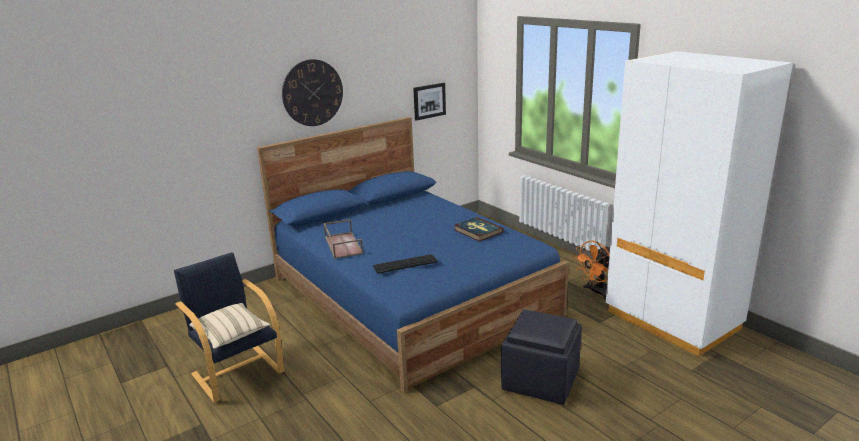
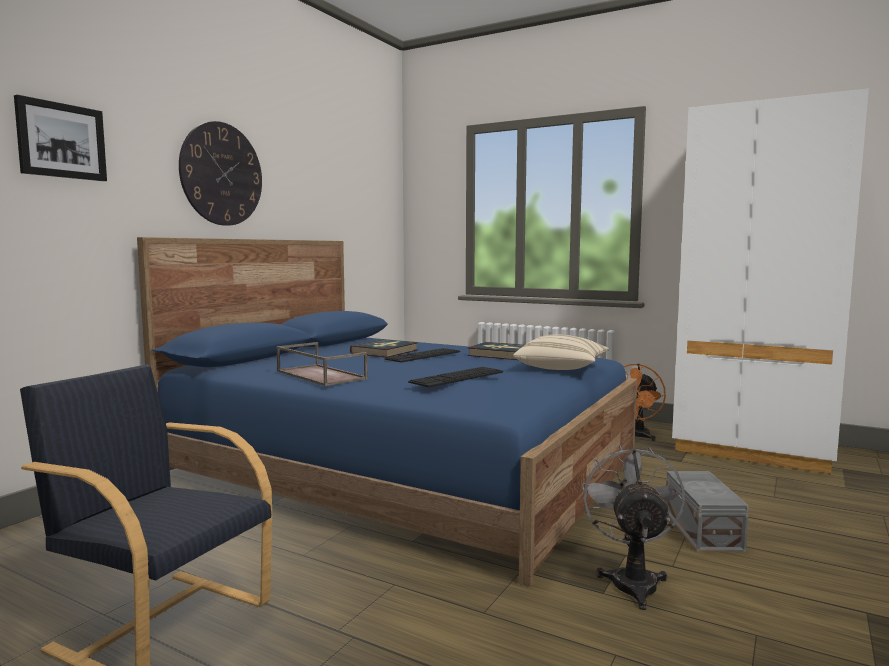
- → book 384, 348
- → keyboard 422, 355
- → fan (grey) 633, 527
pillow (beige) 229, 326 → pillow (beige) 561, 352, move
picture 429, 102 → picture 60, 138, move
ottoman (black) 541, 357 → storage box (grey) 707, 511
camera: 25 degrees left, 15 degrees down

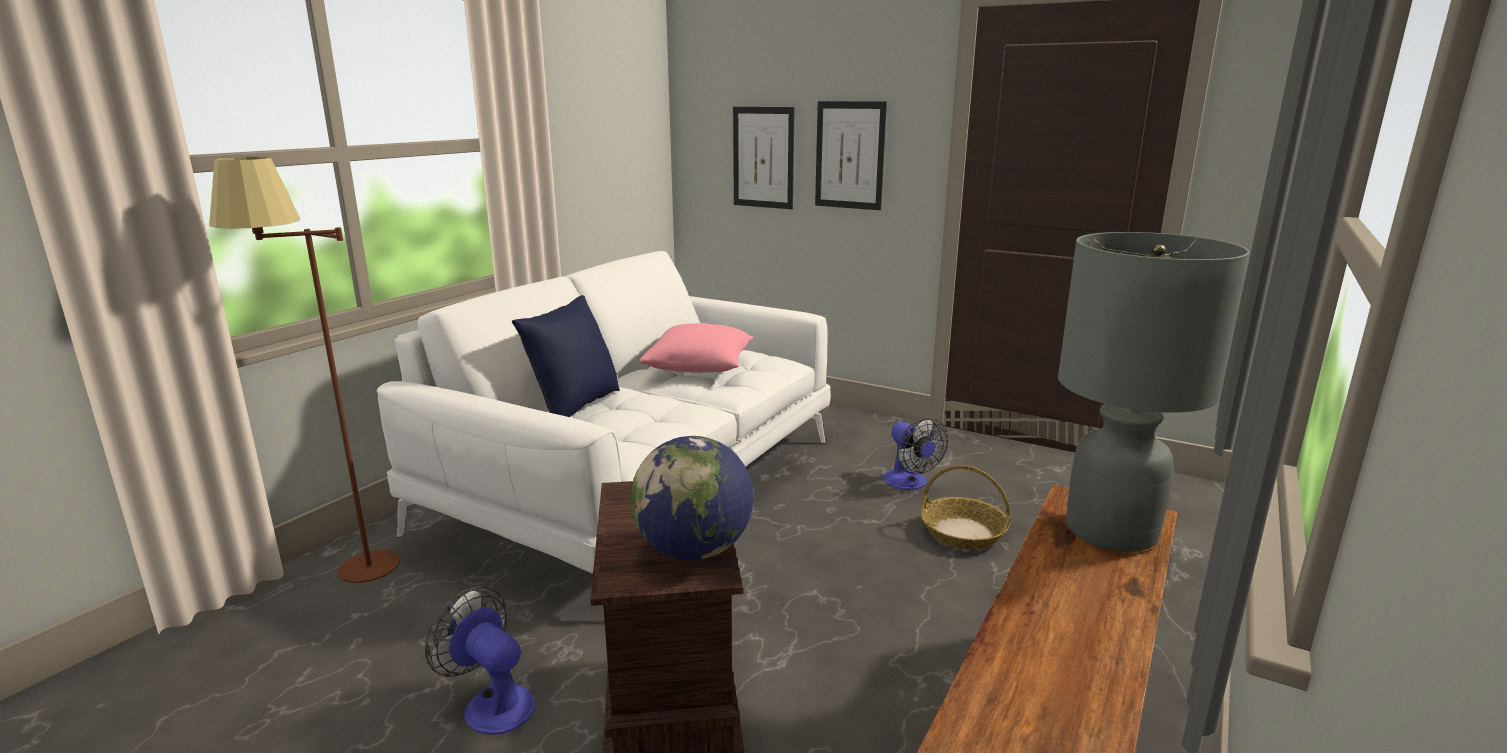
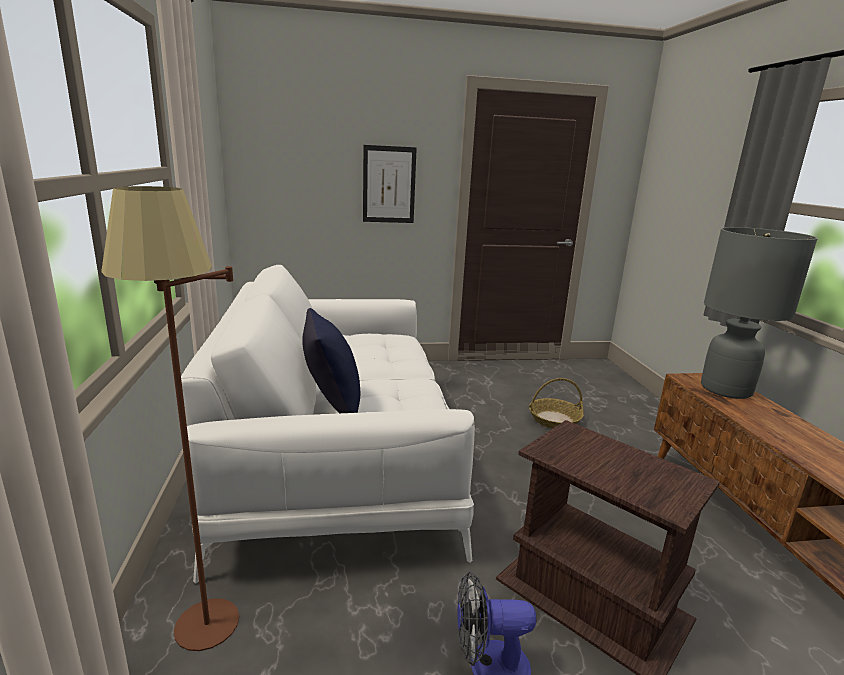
globe 691, 498 → -
pillow (pink) 696, 348 → -
picture 764, 158 → -
fan 916, 454 → -
camera: 40 degrees left, 0 degrees up

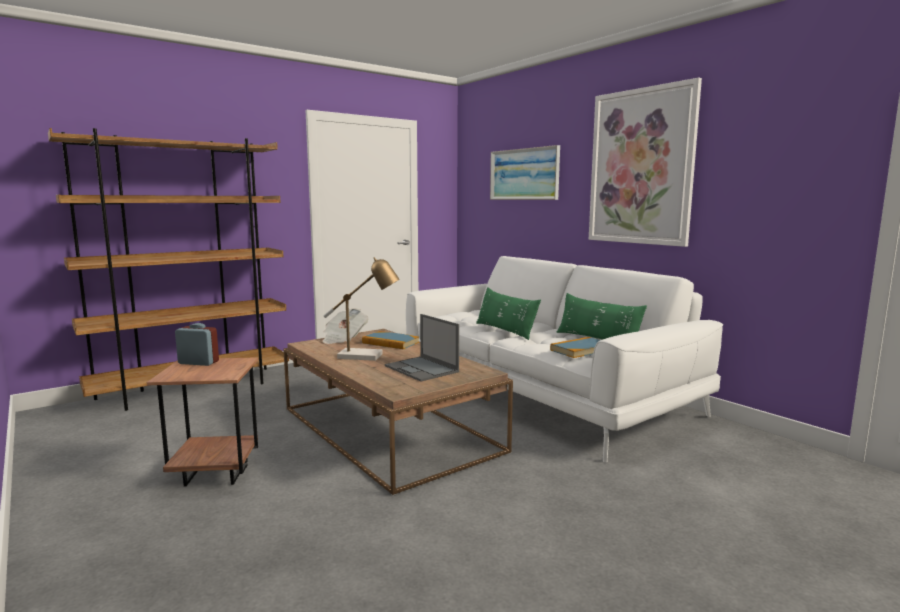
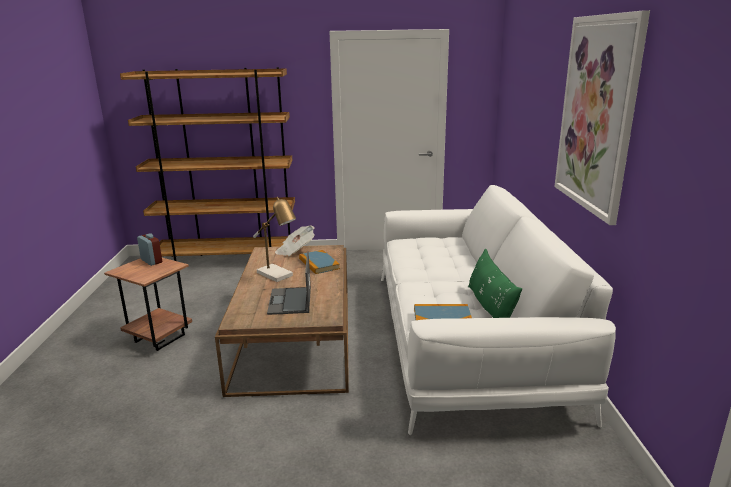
pillow (green) 508, 313 → -
picture 525, 172 → -
camera: 35 degrees right, 10 degrees up

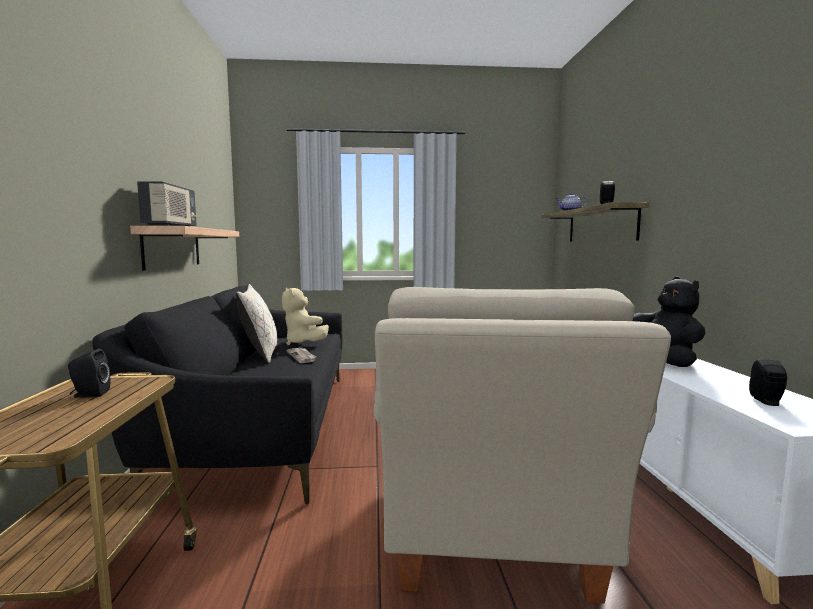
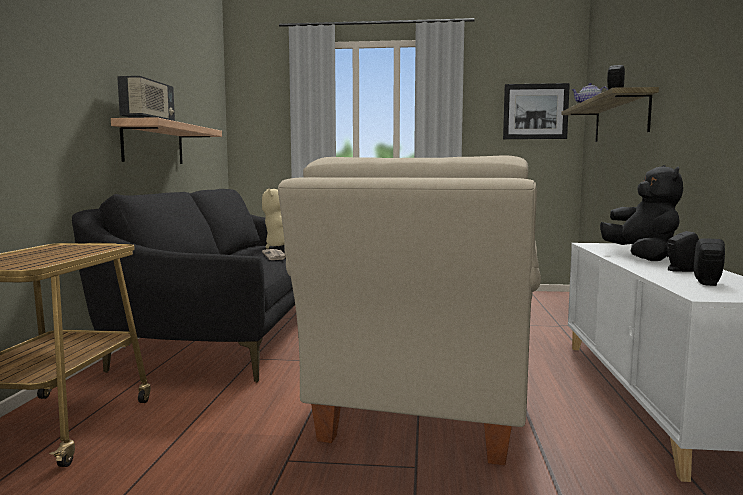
pillow (beige) 256, 323 → -
- → picture 536, 111
speaker (black) 89, 373 → speaker (black) 683, 251, move
camera: 10 degrees right, 0 degrees up

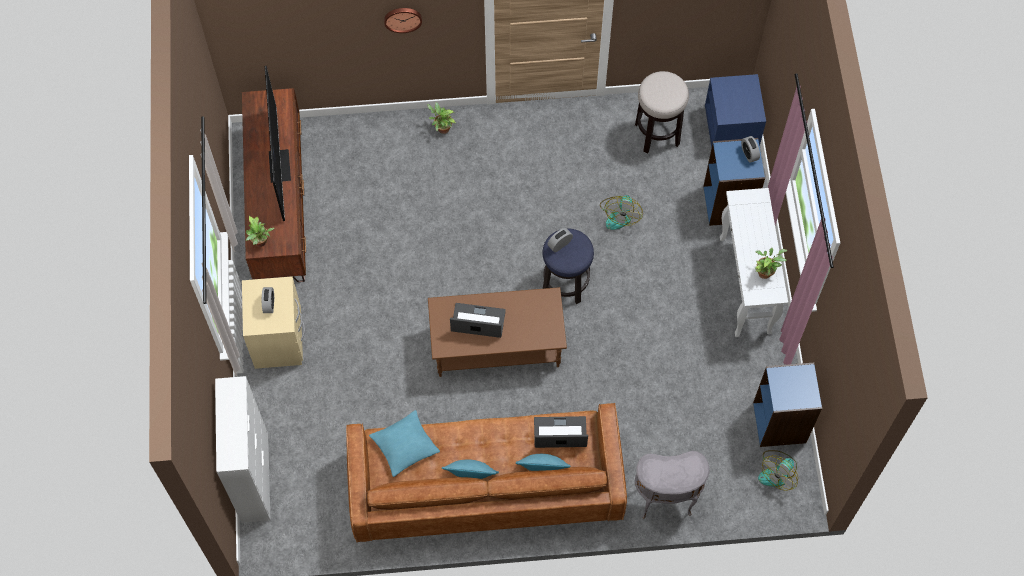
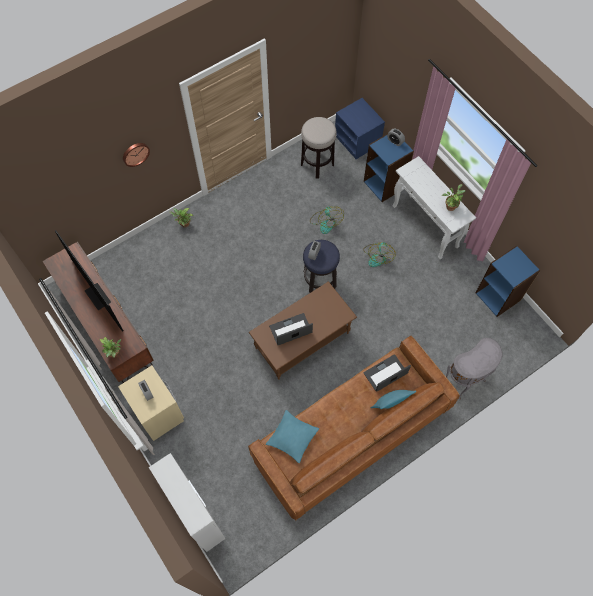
pillow (turquoise) 470, 469 → -
fan 778, 470 → fan 379, 254, move
camera: 30 degrees left, 0 degrees up

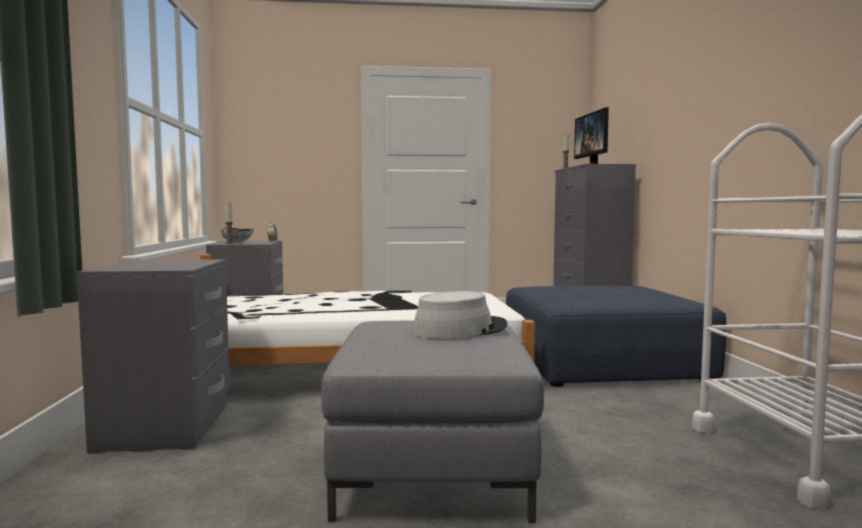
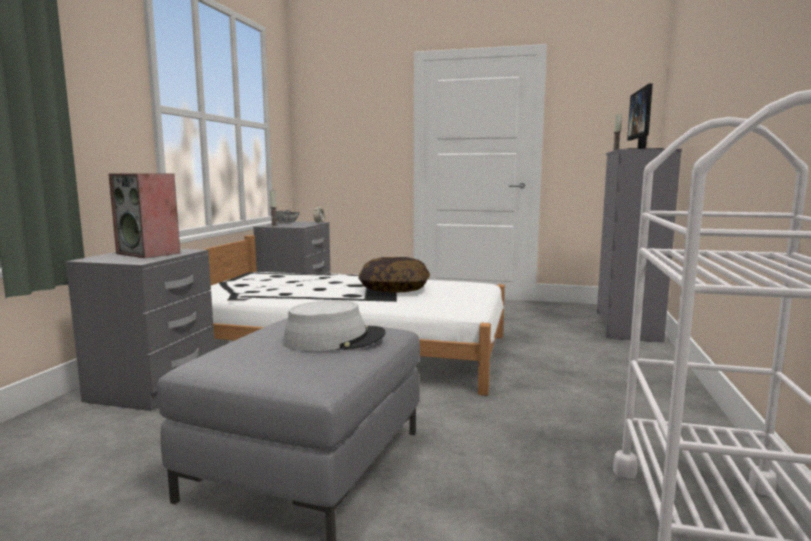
ottoman (blue) 616, 336 → -
- → speaker 144, 215
- → pillow 394, 275
camera: 20 degrees right, 5 degrees up

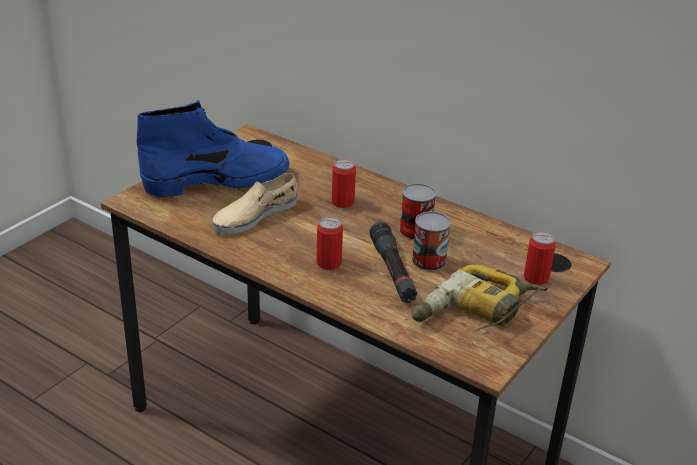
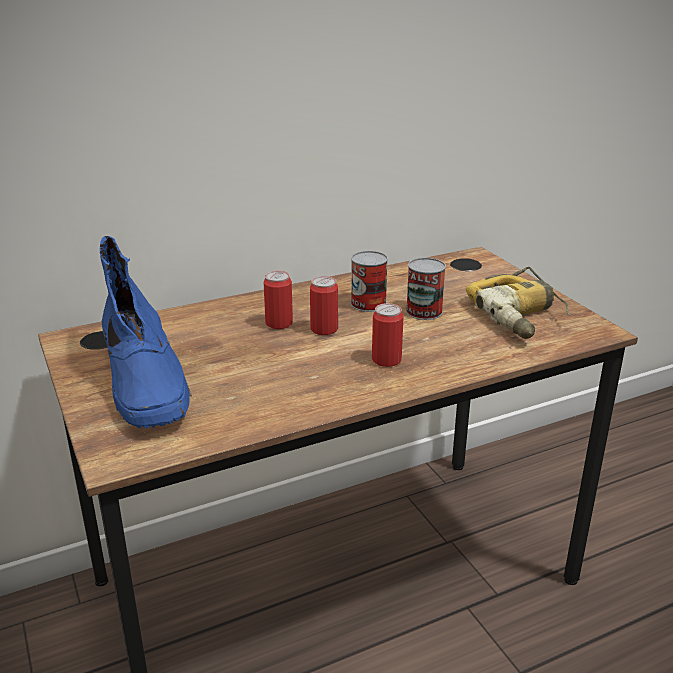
shoe (beige) 254, 203 → -
flashlight (black) 393, 262 → -
can 540, 258 → can 324, 305, move
boot (blue) 213, 148 → boot (blue) 146, 332, 150 degrees clockwise
camera: 60 degrees left, 5 degrees down

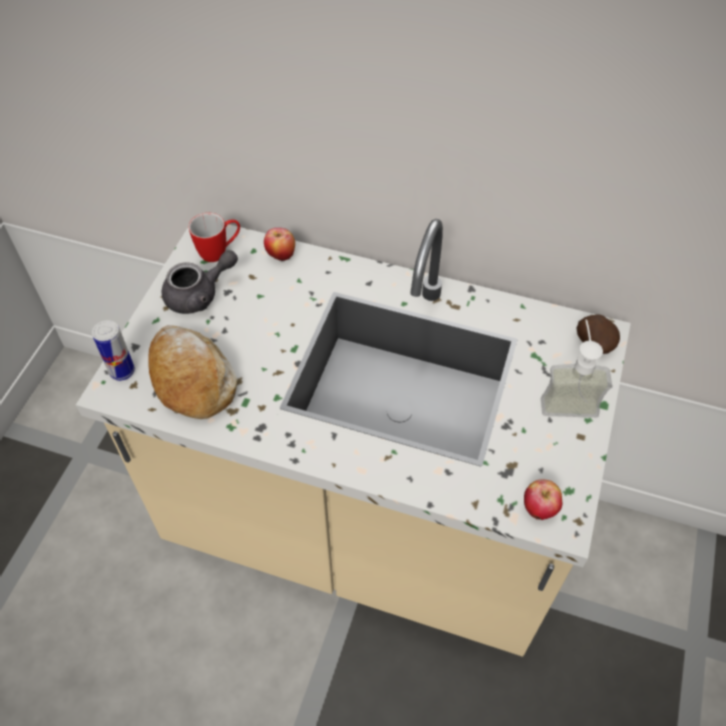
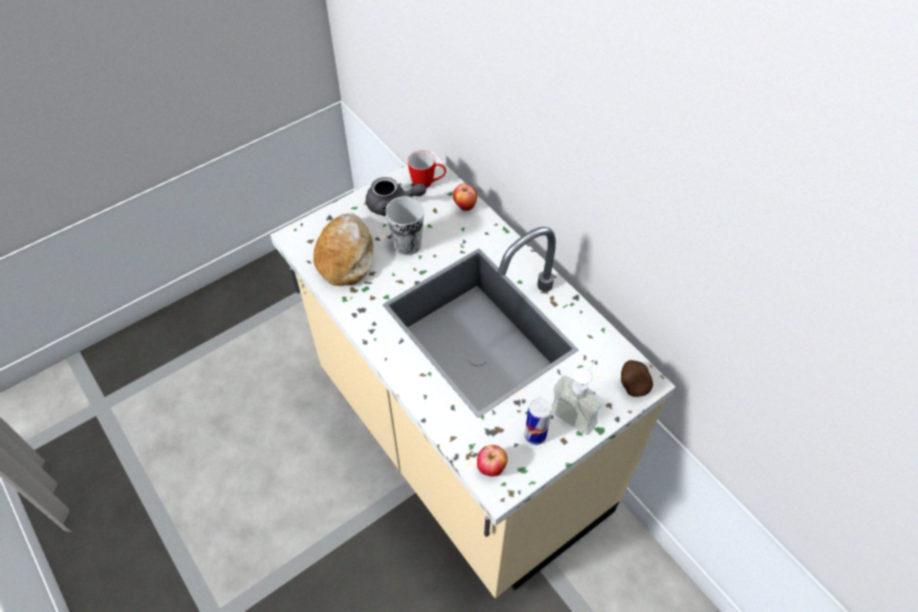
- → cup 404, 225
can 113, 350 → can 538, 421, move
camera: 35 degrees right, 0 degrees up

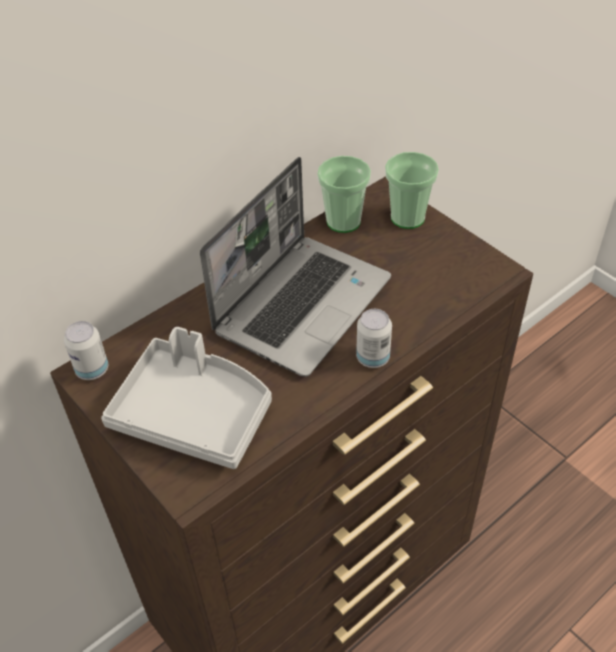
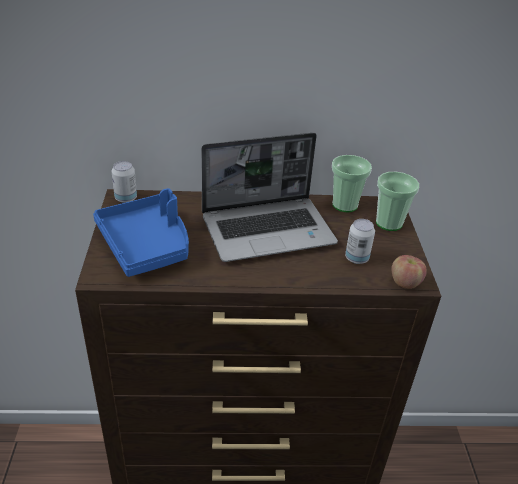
- → apple 409, 272
can 374, 338 → can 360, 241, move
tray (grey) 186, 398 → tray (blue) 141, 232
camera: 35 degrees right, 10 degrees down

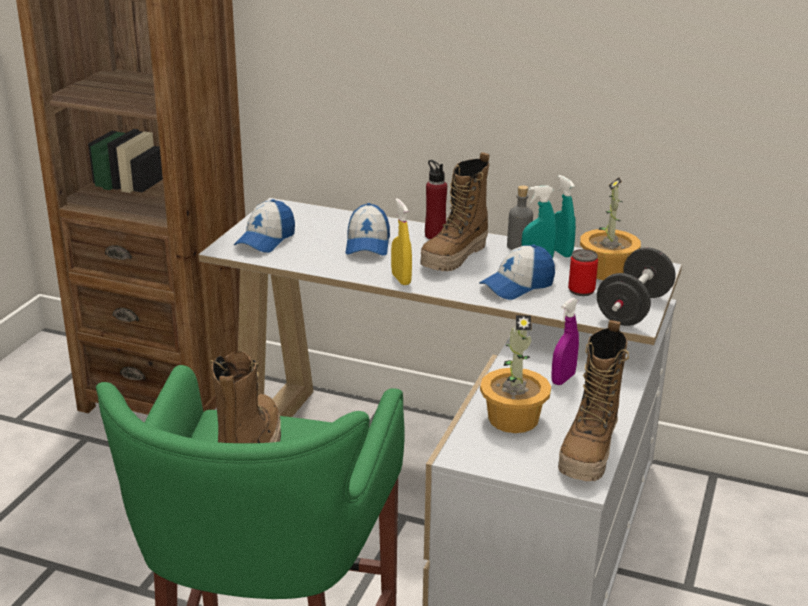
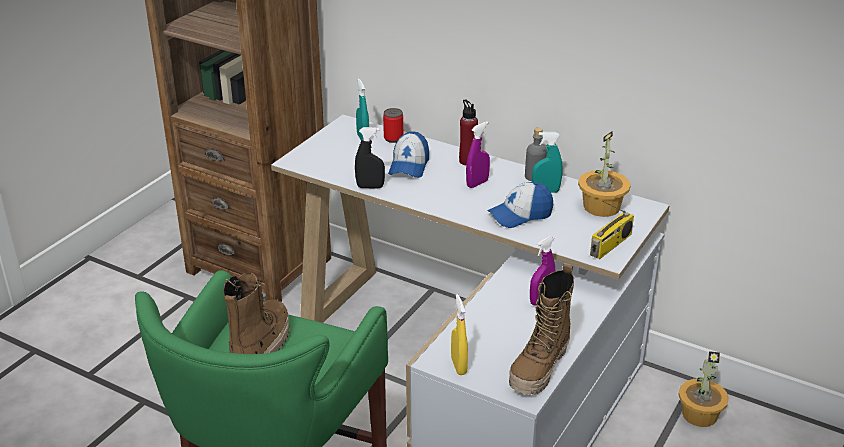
cap 264, 226 → -
- → spray bottle (black) 370, 158
spray bottle (yellow) 401, 241 → spray bottle (yellow) 459, 334, move
potted plant 515, 374 → potted plant 703, 389, move
spray bottle (turquoise) 565, 216 → spray bottle (turquoise) 362, 109, move
can 583, 272 → can 393, 125, move
boot 455, 212 → spray bottle (purple) 478, 154
dumbbell (black) 636, 286 → radio 612, 229
camera: 10 degrees right, 5 degrees up

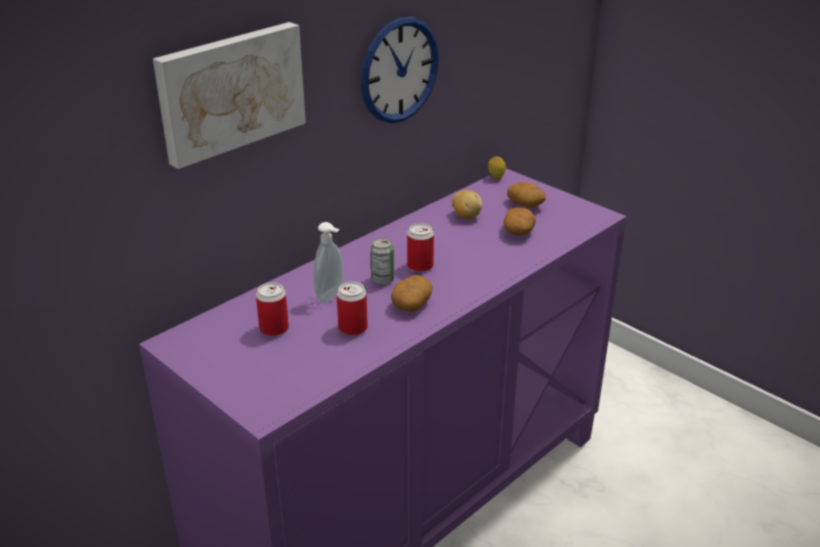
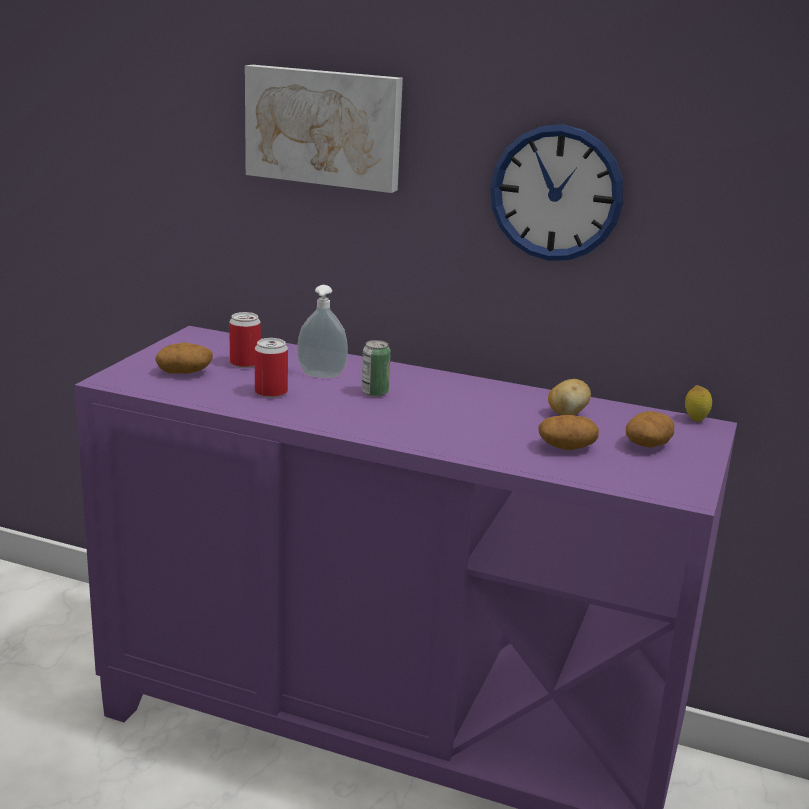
can 420, 247 → -
potato 412, 293 → potato 184, 358, move
camera: 65 degrees right, 10 degrees down

